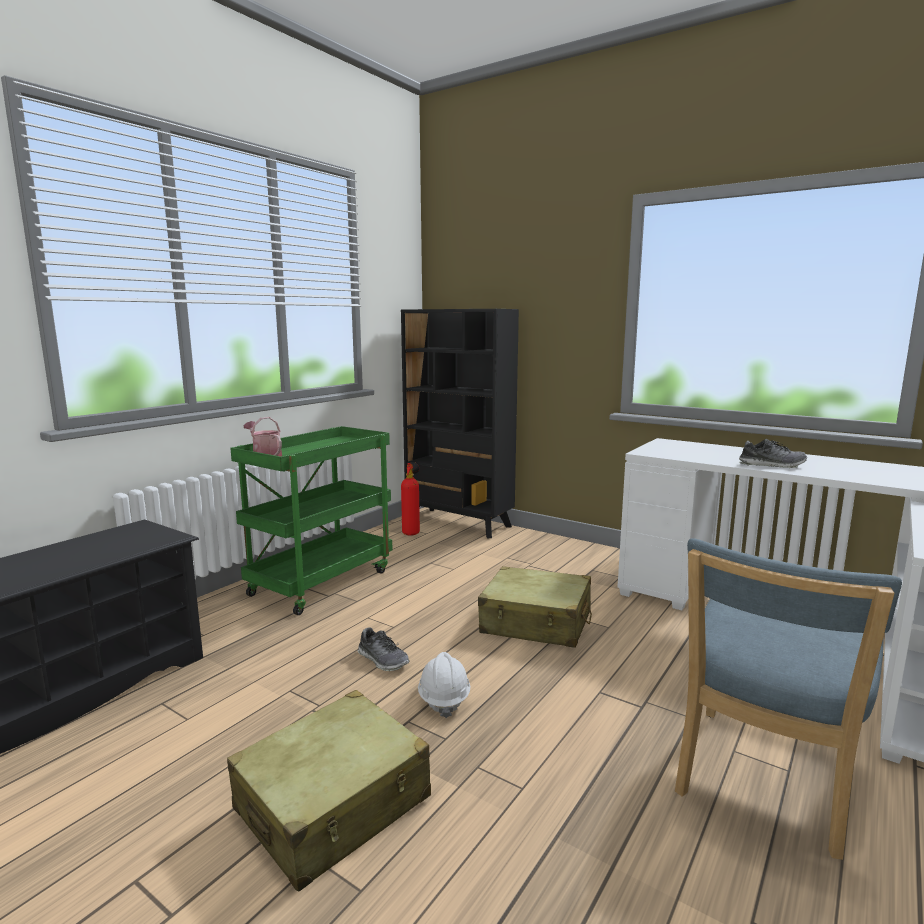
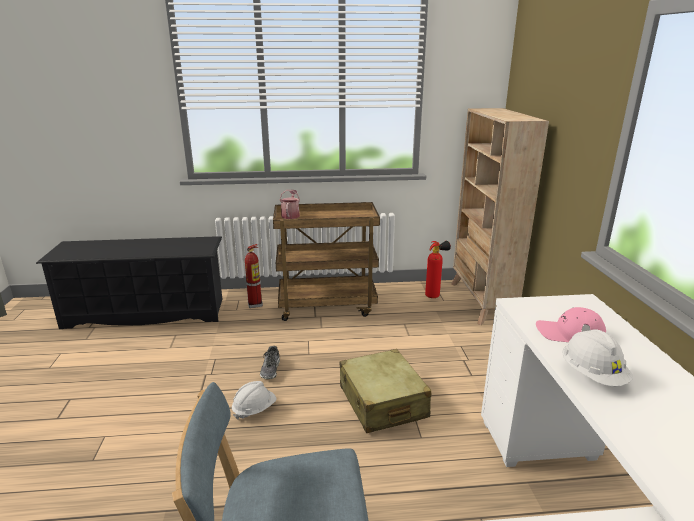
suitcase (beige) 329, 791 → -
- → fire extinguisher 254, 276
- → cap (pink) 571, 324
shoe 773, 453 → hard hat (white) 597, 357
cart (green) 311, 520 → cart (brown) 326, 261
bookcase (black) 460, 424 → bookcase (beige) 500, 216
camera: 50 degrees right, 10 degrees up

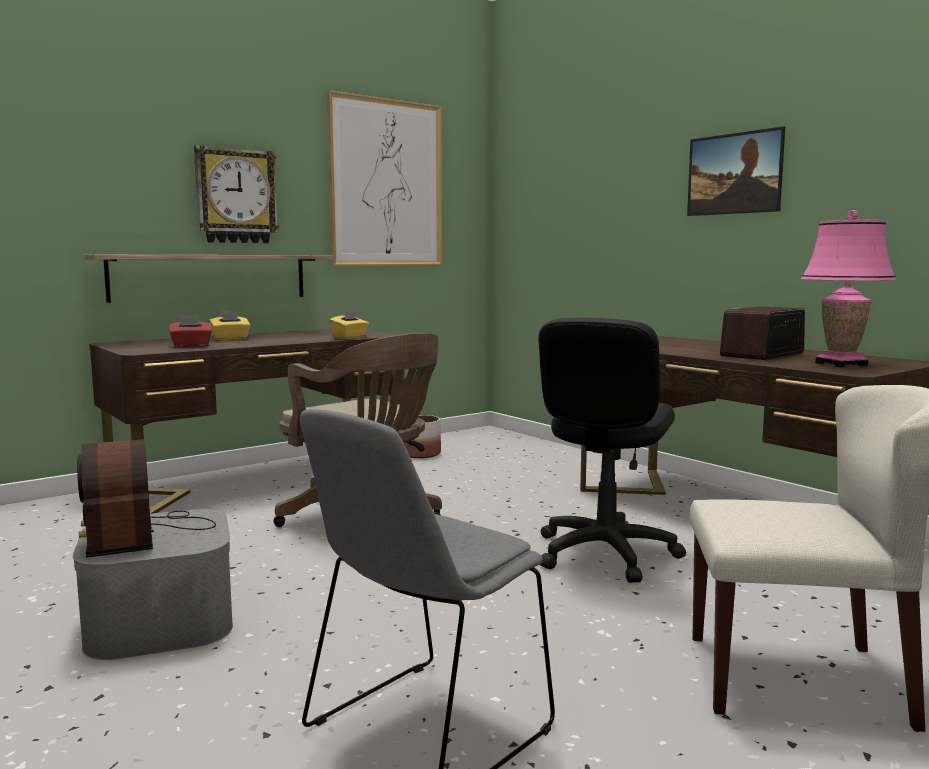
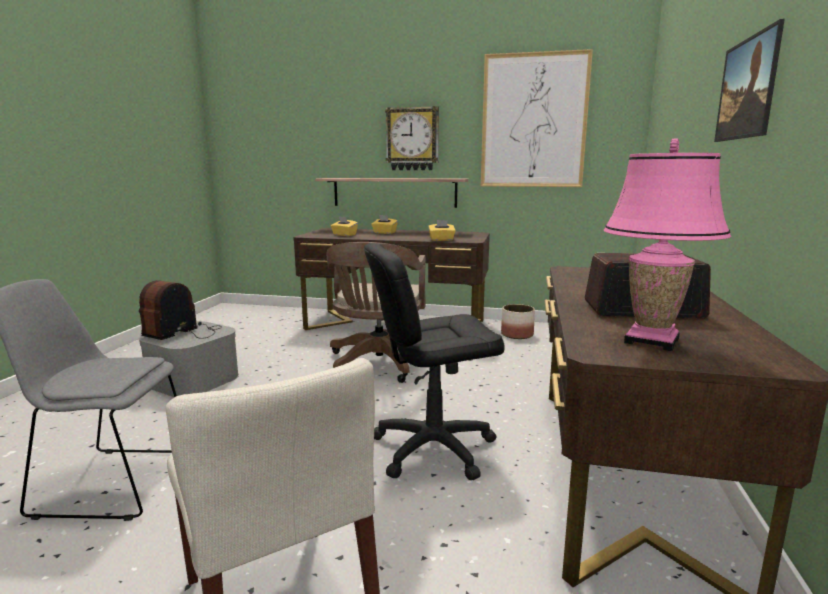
tissue box (red) 190, 331 → tissue box (yellow) 344, 226
camera: 50 degrees right, 5 degrees up

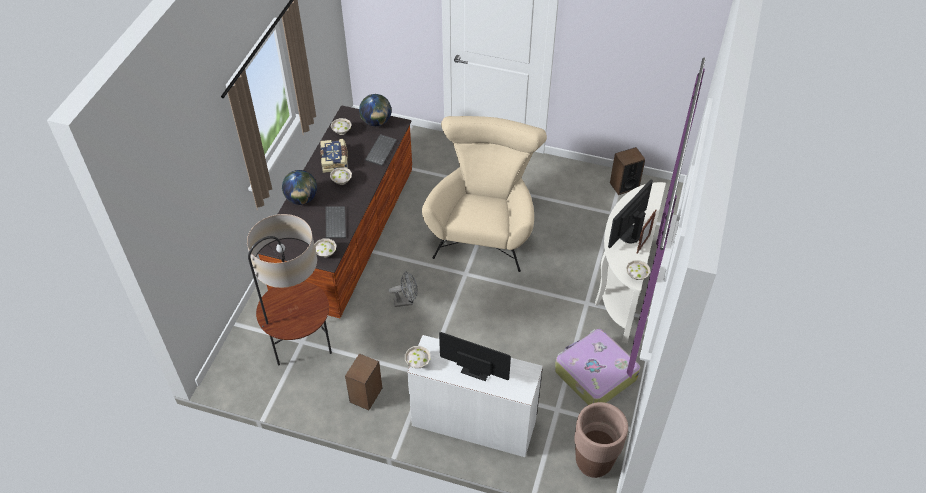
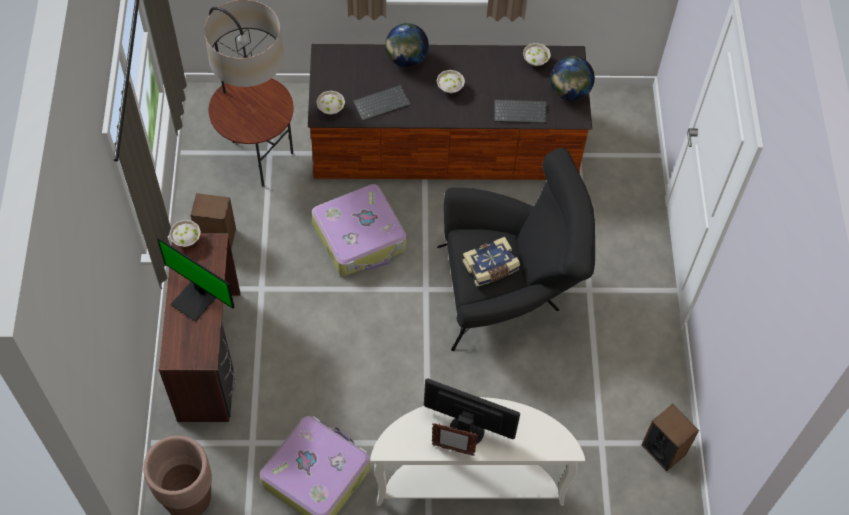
bowl (white) 638, 270 → -
book 334, 156 → book 491, 262, move
fan (grey) 403, 289 → suitcase 359, 230
desk (white) 475, 396 → desk (brown) 200, 328
armchair (beige) 484, 194 → armchair (black) 516, 249
monitor 475, 356 → monitor 195, 279, 120 degrees clockwise
camera: 70 degrees right, 10 degrees up

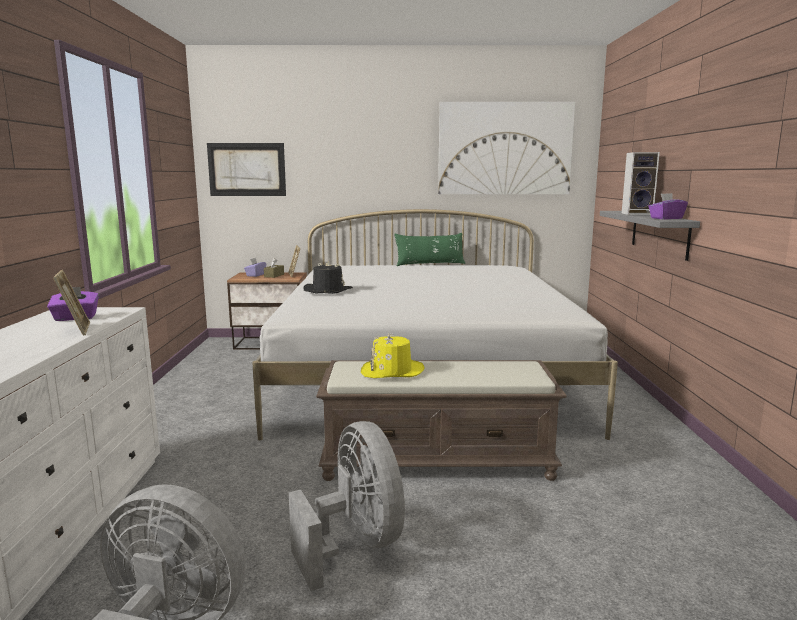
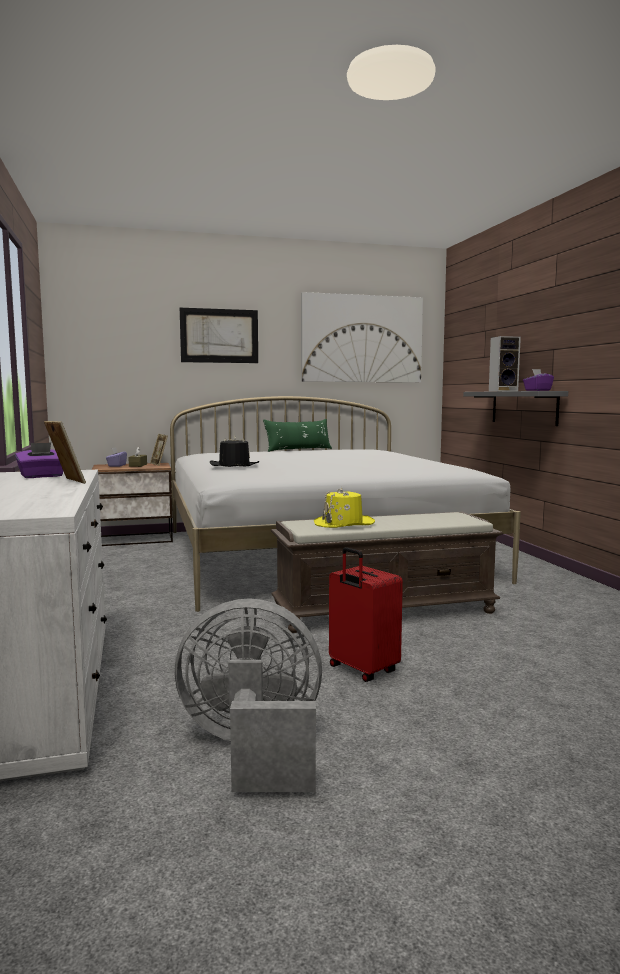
picture 246, 169 → picture 219, 335, move
fan (grey) 347, 506 → suitcase (red) 366, 614
camera: 15 degrees left, 5 degrees down

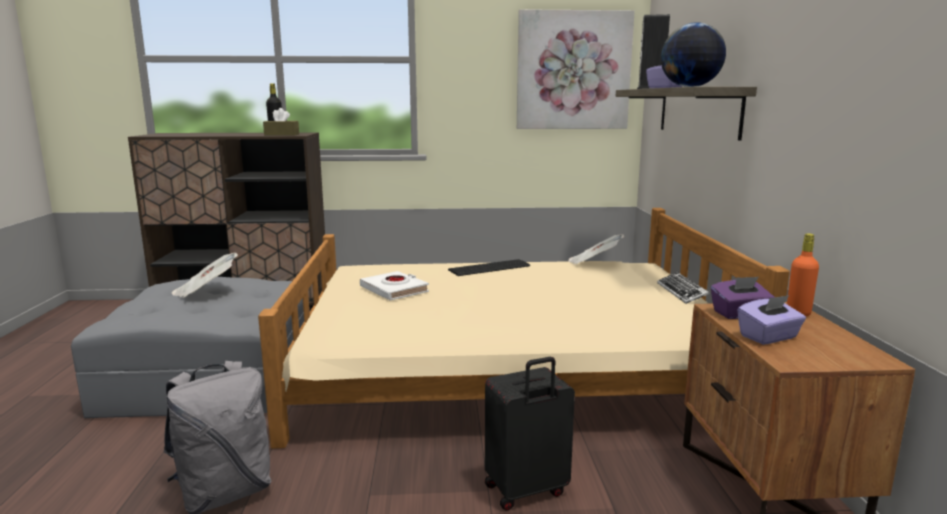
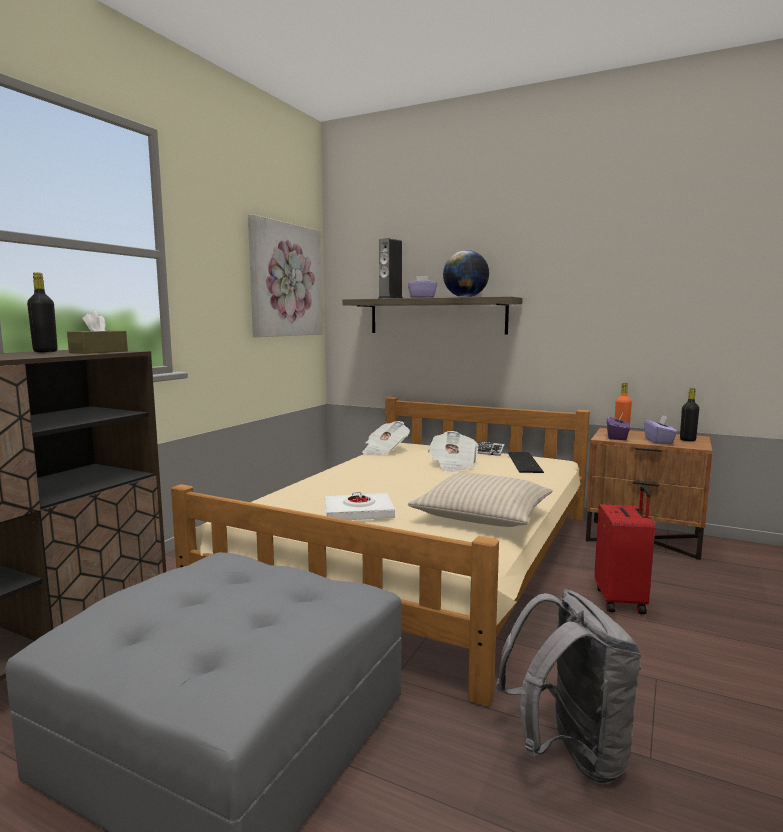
- → pillow (beige) 480, 500
- → bottle (black) 689, 415
newspaper 204, 275 → newspaper 453, 451, move
keyboard 489, 267 → keyboard 526, 462, move
suitcase (black) 530, 434 → suitcase (red) 624, 549
camera: 60 degrees left, 5 degrees down

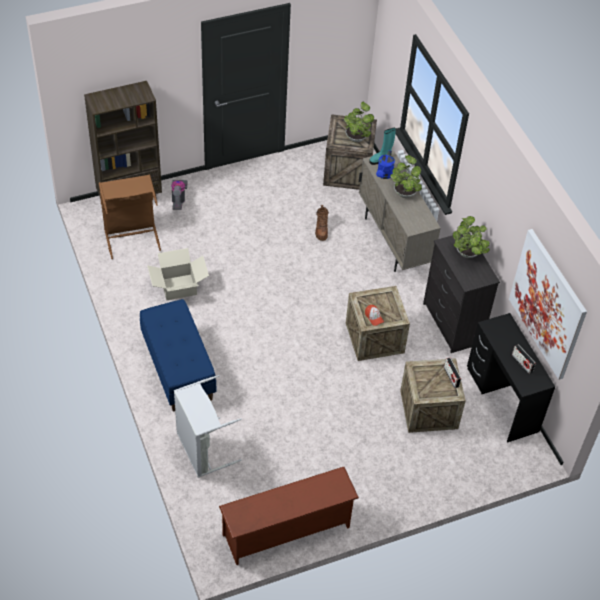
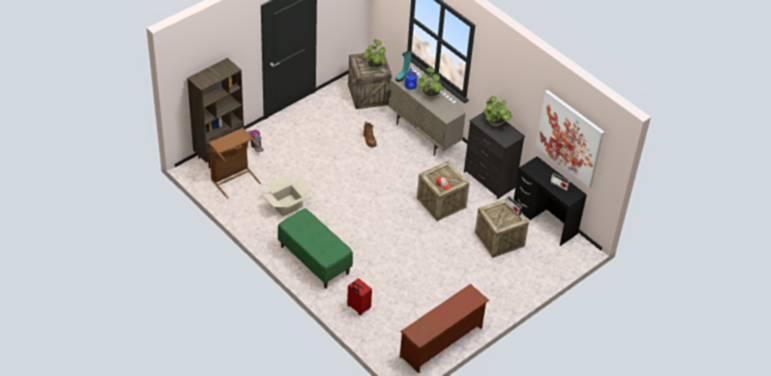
laundry basket (grey) 208, 426 → suitcase (red) 359, 296
bench (blue) 178, 355 → bench (green) 315, 248
camera: 20 degrees left, 5 degrees down

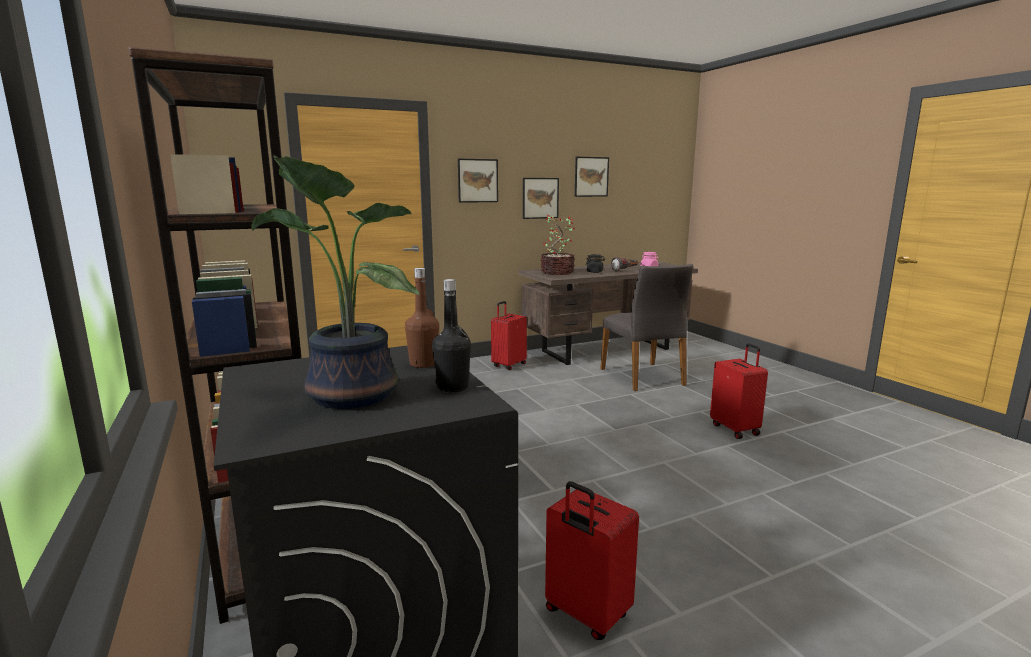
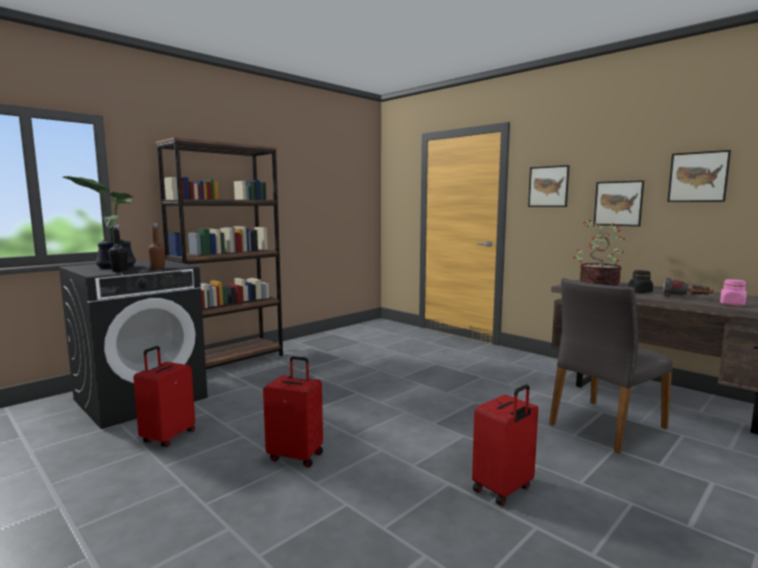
suitcase (red) 509, 335 → suitcase (red) 293, 412, move
camera: 70 degrees right, 5 degrees down

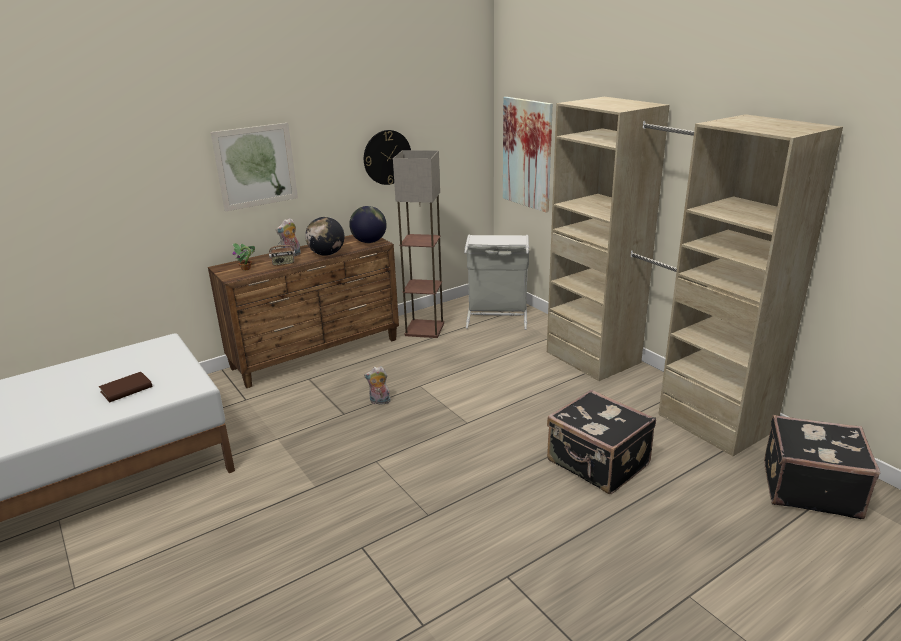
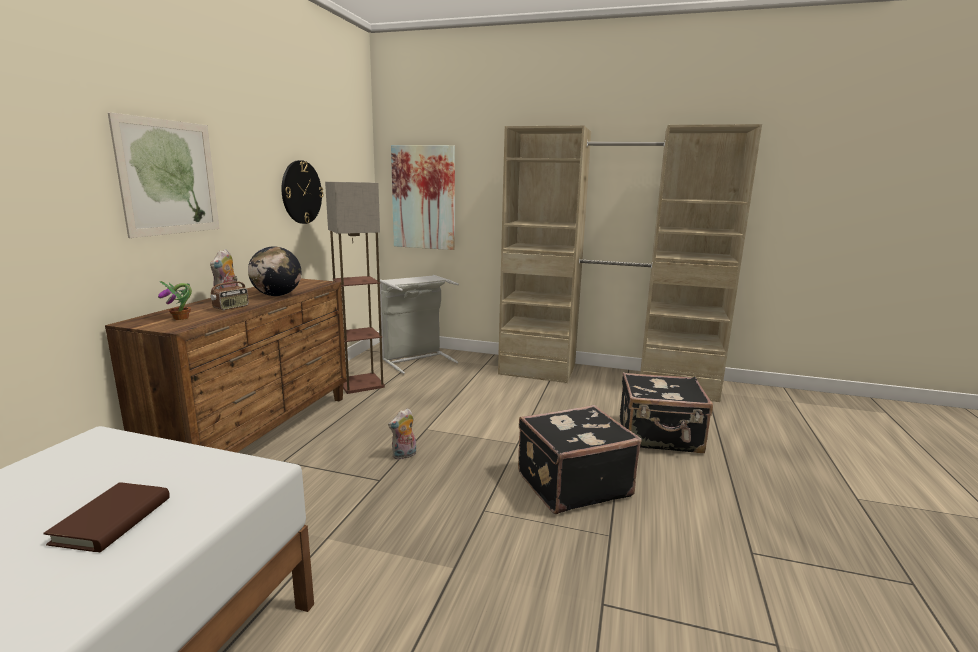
globe 368, 224 → -
suitcase (black) 822, 467 → suitcase (black) 579, 459, move
camera: 40 degrees left, 10 degrees down

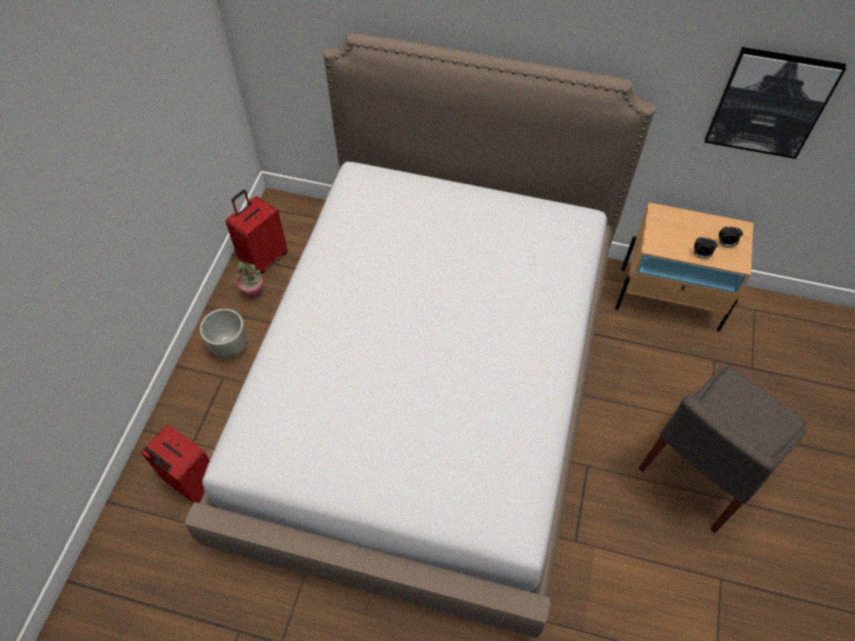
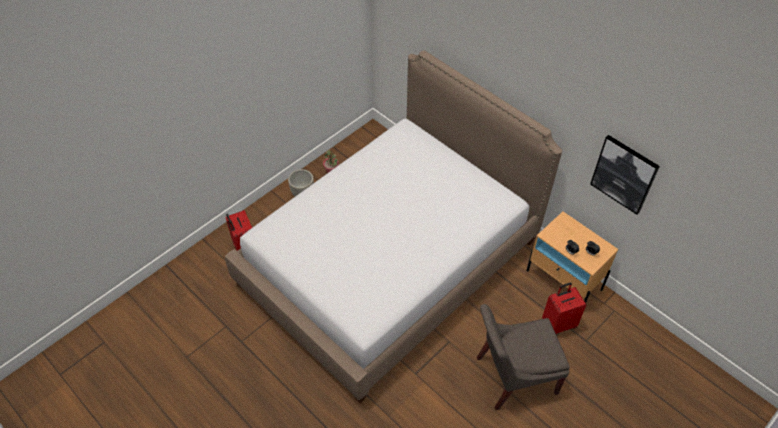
suitcase (red) 257, 232 → suitcase (red) 564, 308, move
camera: 30 degrees right, 5 degrees down

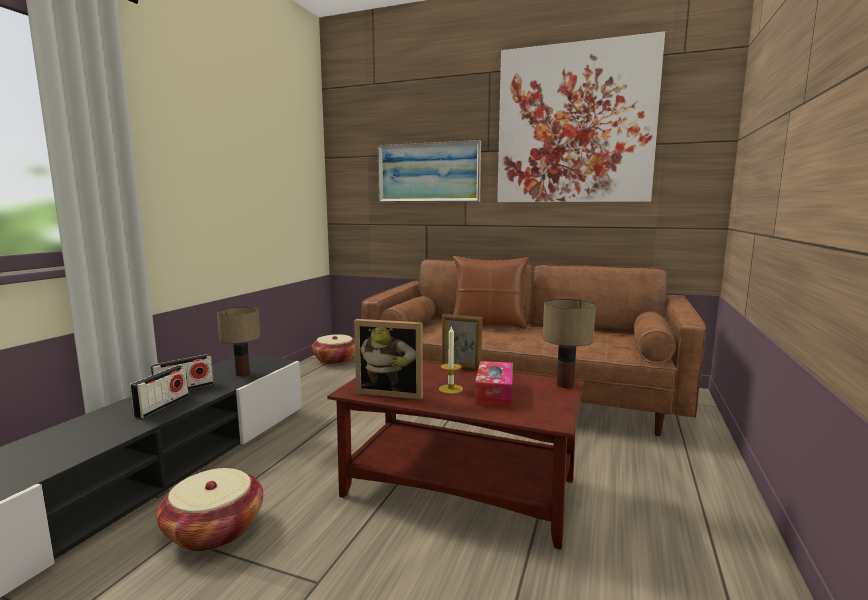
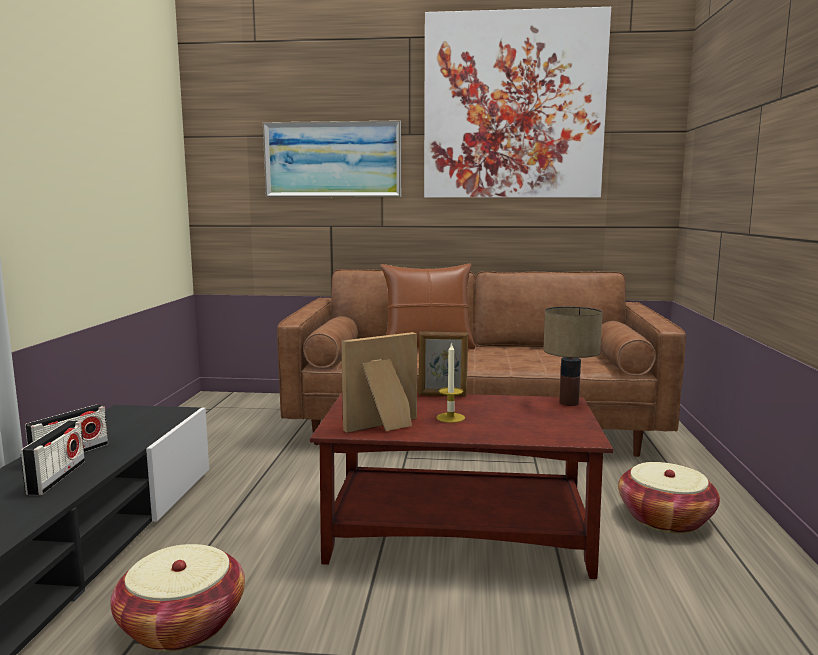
table lamp 238, 341 → -
tissue box 494, 384 → -
basket 333, 349 → basket 669, 497, move
picture frame 388, 359 → picture frame 379, 382, 150 degrees clockwise
camera: 15 degrees left, 0 degrees up

